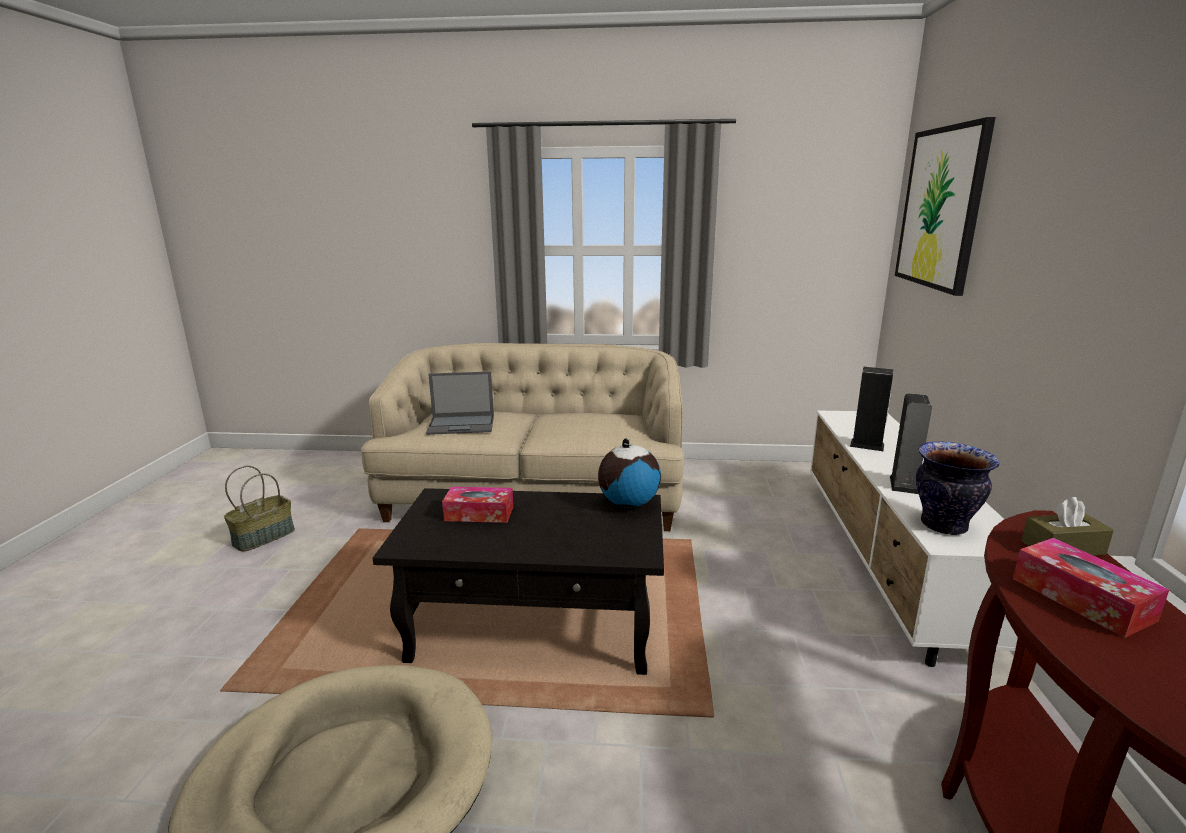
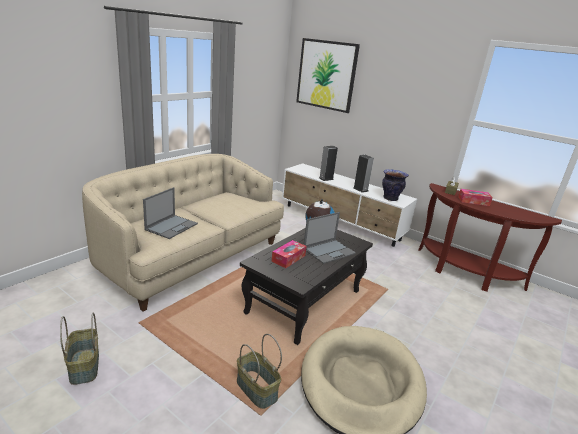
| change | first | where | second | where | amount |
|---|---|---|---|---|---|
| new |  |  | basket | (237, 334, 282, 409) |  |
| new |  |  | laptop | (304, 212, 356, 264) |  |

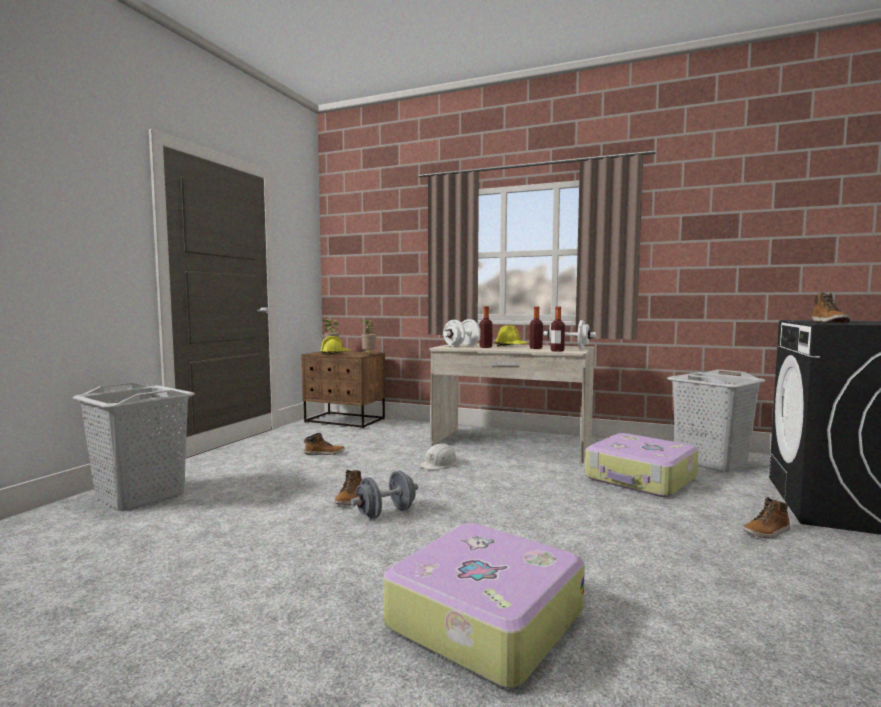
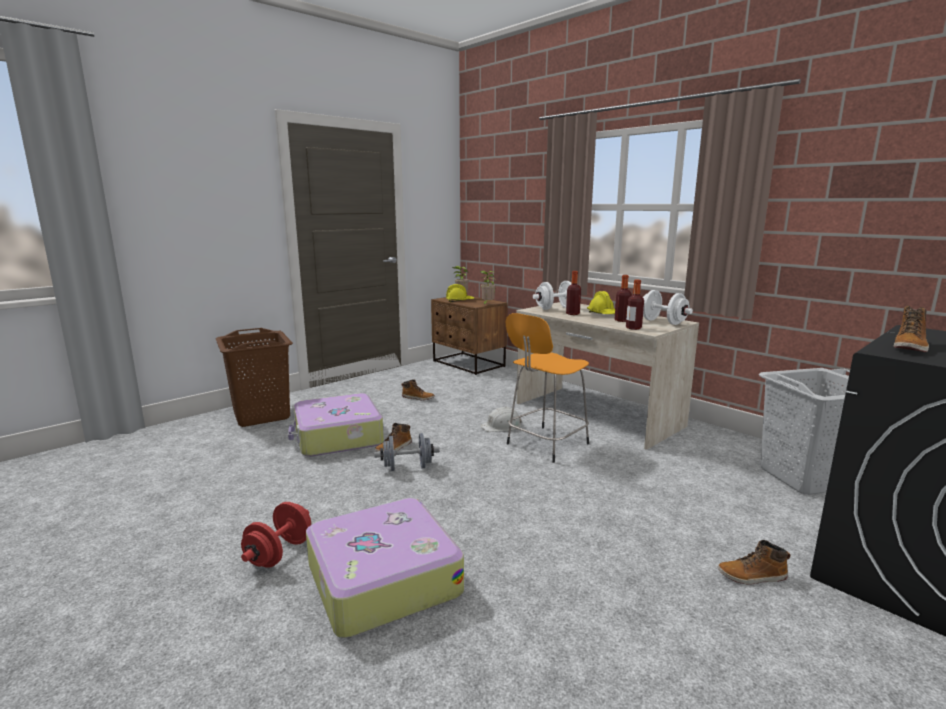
| change | first | where | second | where | amount |
|---|---|---|---|---|---|
| repainted | laundry basket/grey | (72, 383, 195, 511) | laundry basket/brown | (216, 328, 293, 427) |  |
| shifted | suitcase | (585, 433, 699, 497) |  | (288, 393, 384, 457) |  |
| new |  |  | dumbbell/red | (241, 502, 311, 568) |  |
| new |  |  | stool/orange | (506, 313, 589, 463) |  |

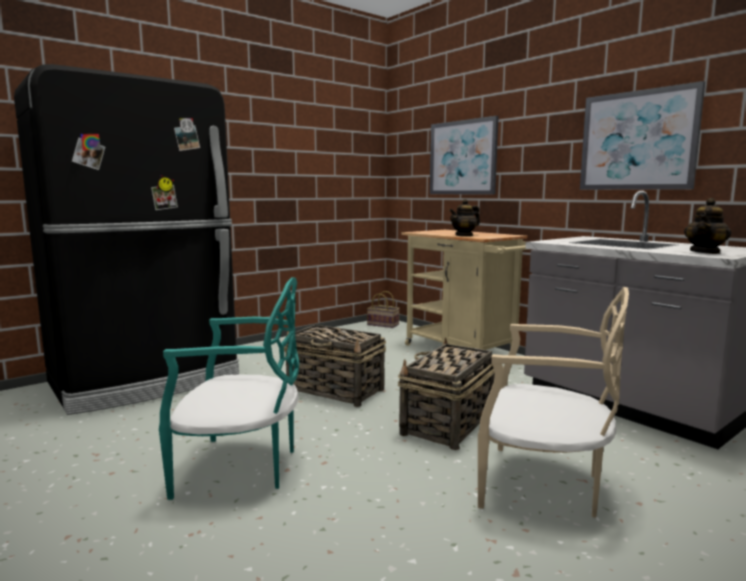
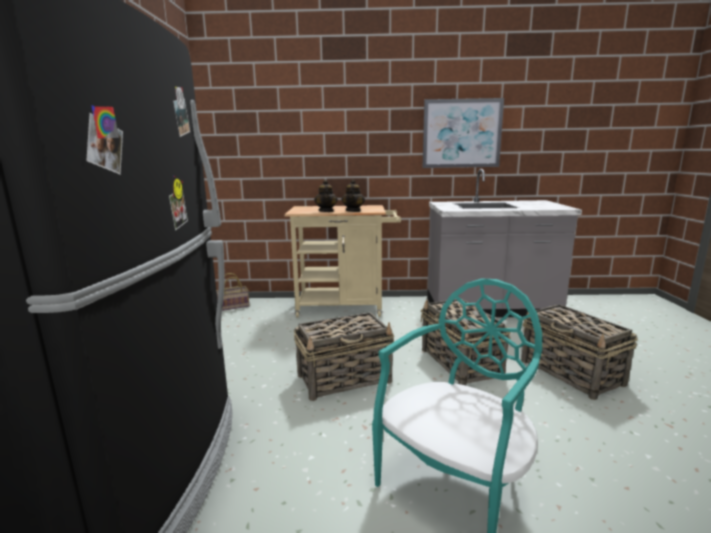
| change | first | where | second | where | amount |
|---|---|---|---|---|---|
| gone | picture | (430, 116, 499, 195) |  |  |  |
| swapped | chair/beige | (478, 287, 629, 518) | basket | (521, 304, 638, 400) |  |
| shifted | teapot | (684, 198, 731, 254) |  | (314, 180, 338, 212) |  |

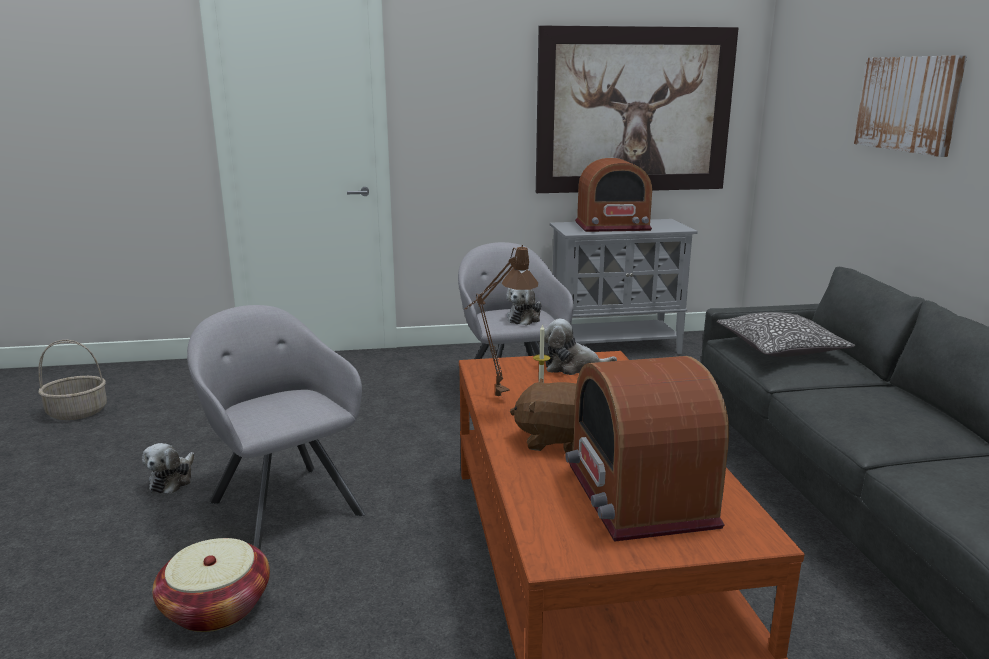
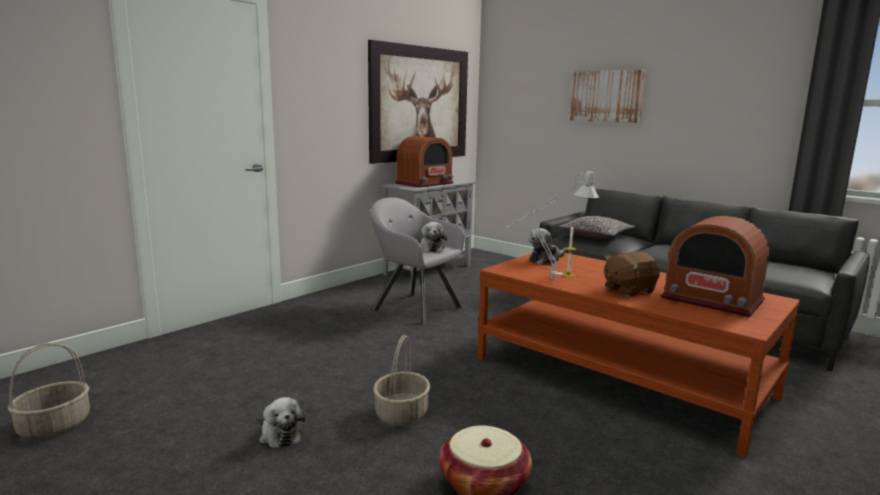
| change | first | where | second | where | amount |
|---|---|---|---|---|---|
| swapped | armchair/grey | (187, 305, 365, 550) | basket | (373, 335, 430, 427) |  |
| repainted | table lamp/brown | (465, 245, 538, 396) | table lamp/grey | (506, 170, 599, 279) |  |

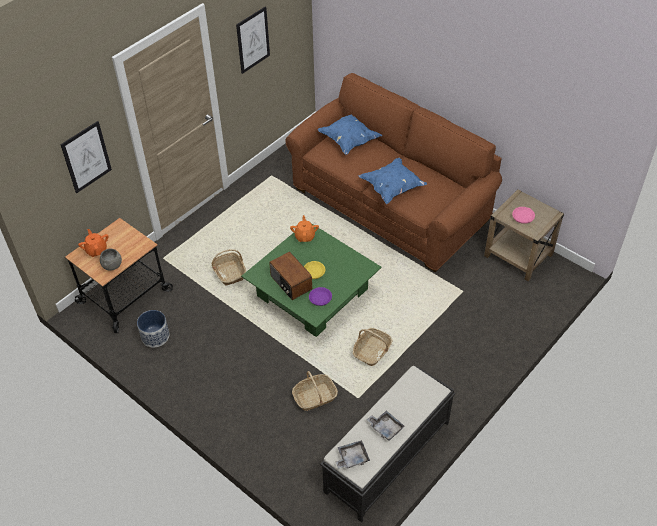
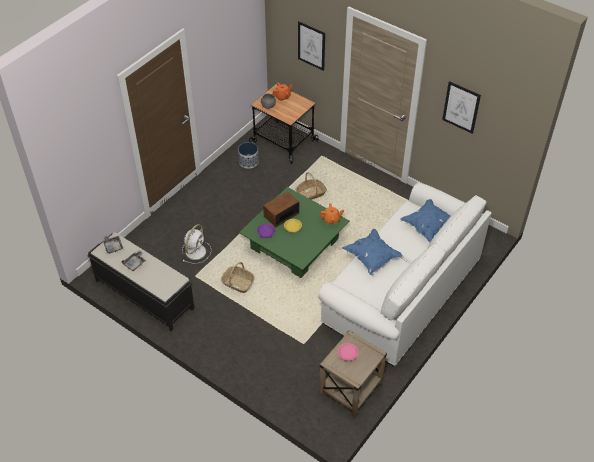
| change | first | where | second | where | amount |
|---|---|---|---|---|---|
| repainted | sofa/brown | (286, 73, 502, 272) | sofa/white | (318, 182, 492, 367) |  |
| swapped | basket | (292, 371, 338, 411) | fan/white | (182, 224, 212, 264) |  |

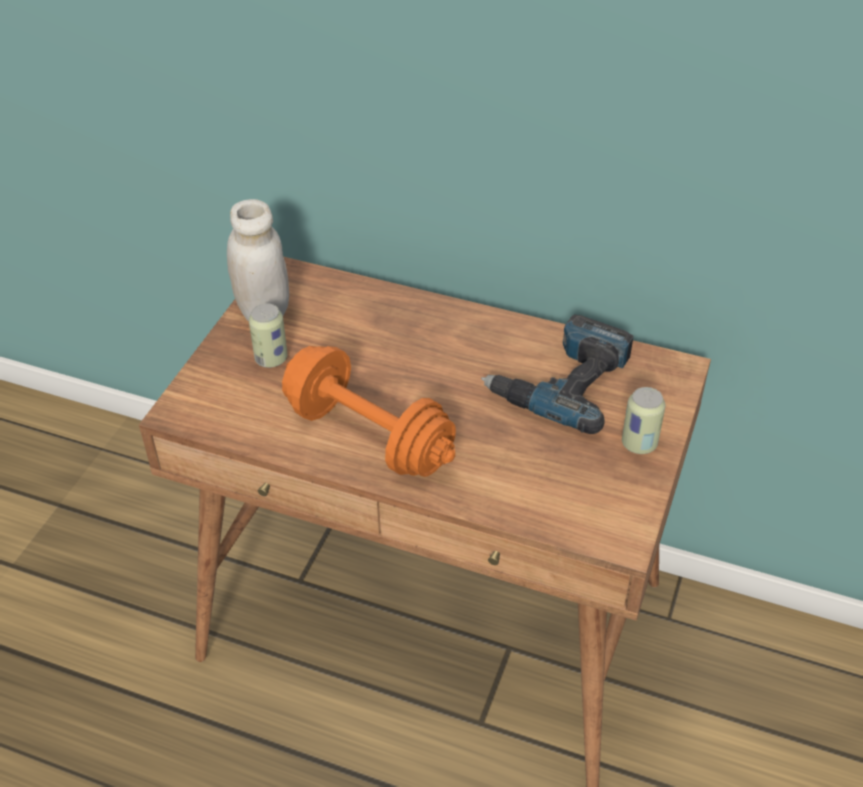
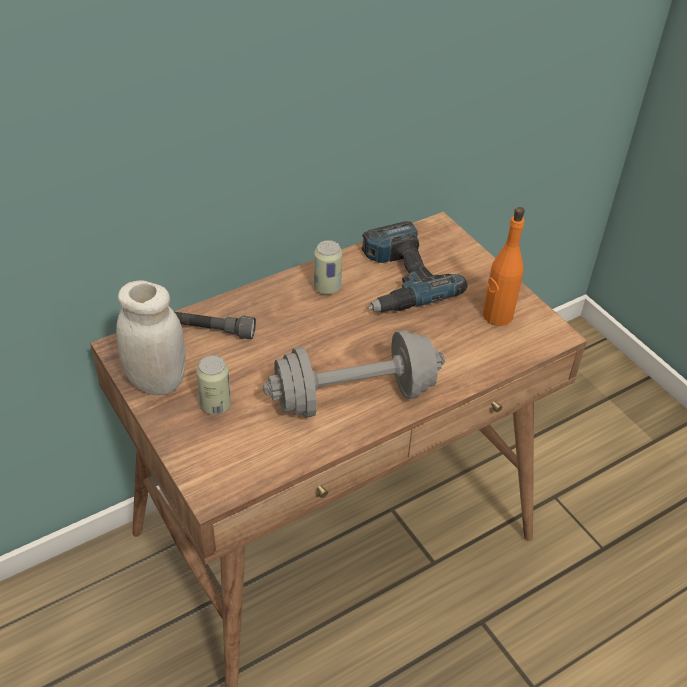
| change | first | where | second | where | amount |
|---|---|---|---|---|---|
| repainted | dumbbell/orange | (282, 346, 456, 477) | dumbbell/grey | (263, 330, 445, 418) |  |
| shifted | can | (622, 387, 666, 454) |  | (314, 240, 342, 294) |  |
| new |  |  | flashlight/grey | (175, 312, 256, 339) |  |
| new |  |  | bottle/orange | (483, 207, 525, 326) |  |

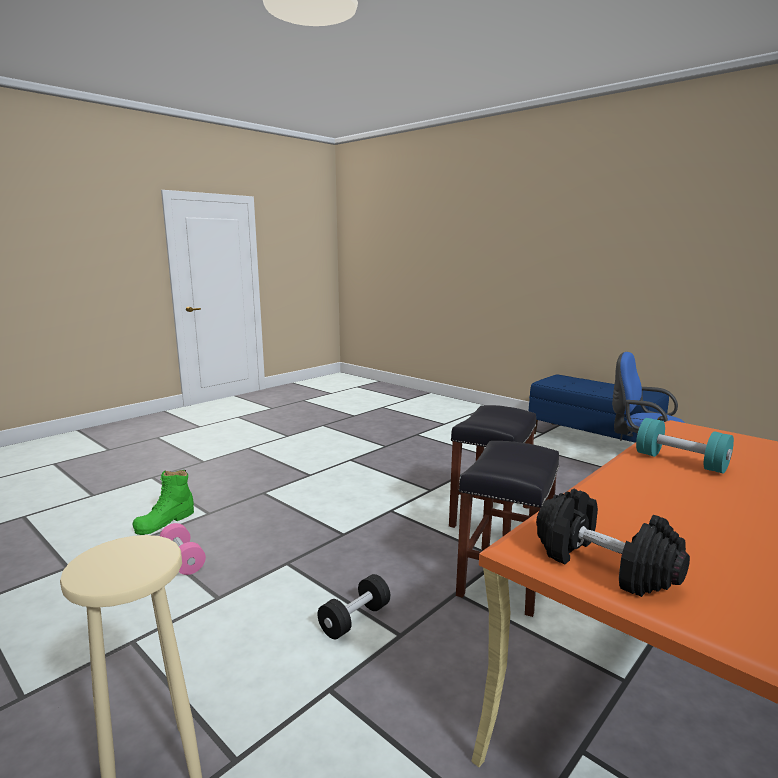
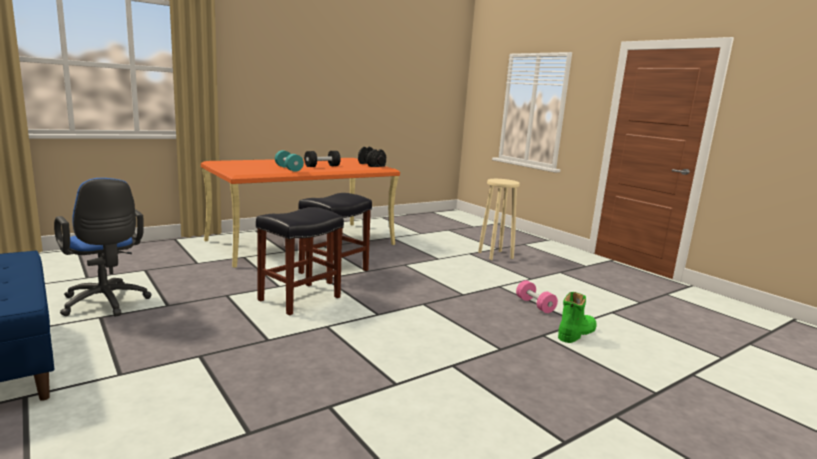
| change | first | where | second | where | amount |
|---|---|---|---|---|---|
| shifted | dumbbell/black | (318, 574, 391, 639) |  | (304, 151, 341, 167) |  |

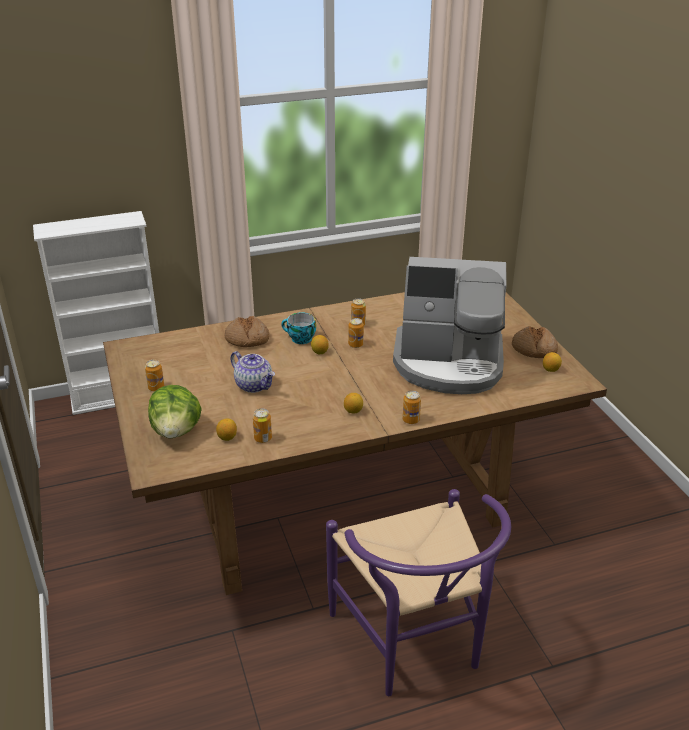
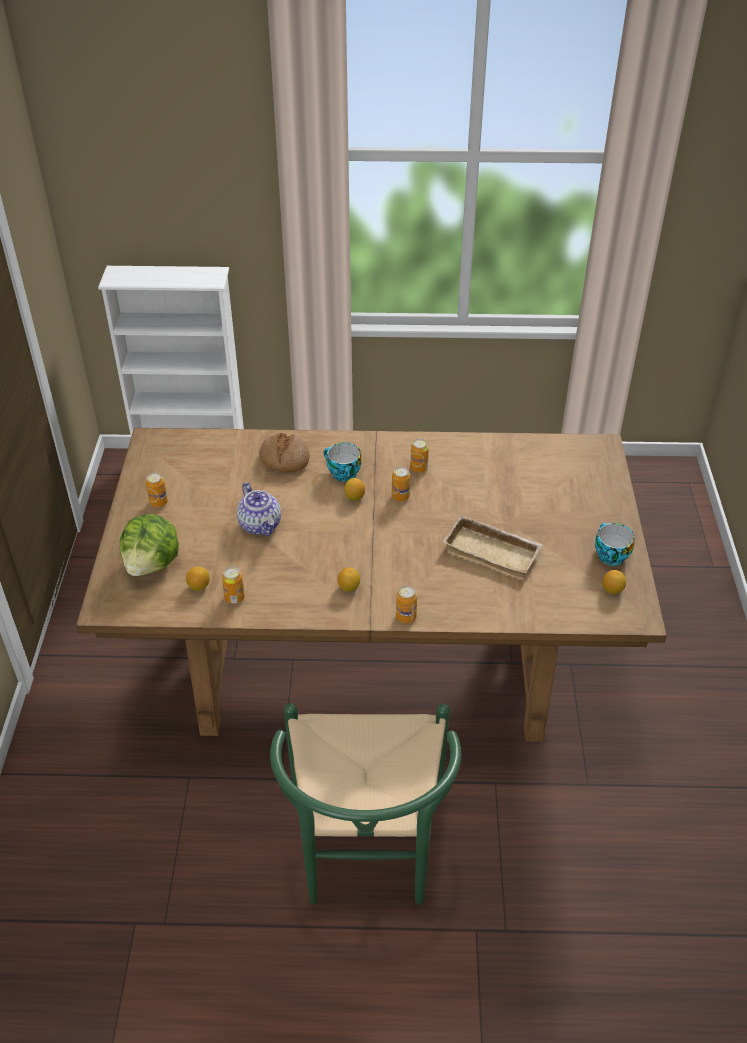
| change | first | where | second | where | amount |
|---|---|---|---|---|---|
| repainted | chair/purple | (326, 489, 511, 696) | chair/green | (270, 703, 461, 905) |  |
| swapped | coffee machine | (393, 257, 507, 394) | tray/beige | (442, 515, 542, 578) |  |
| swapped | bread | (512, 326, 558, 358) | cup | (595, 523, 635, 566) |  |

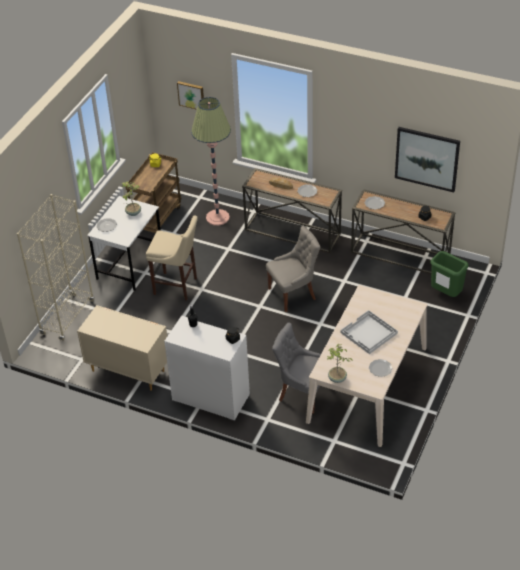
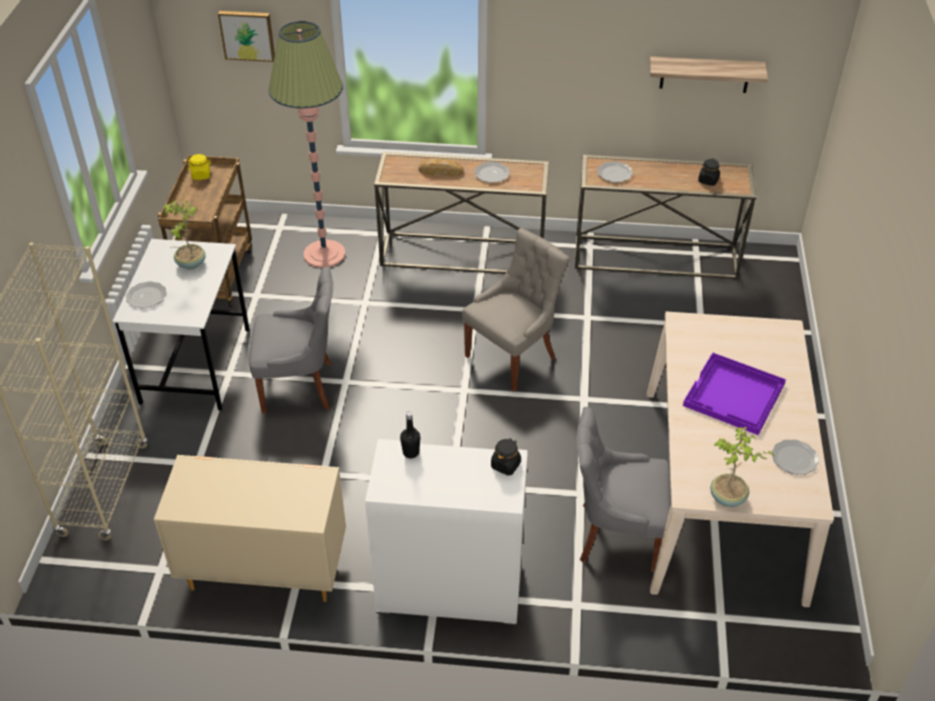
| change | first | where | second | where | amount |
|---|---|---|---|---|---|
| swapped | stool/beige | (146, 215, 198, 301) | chair/grey | (249, 267, 333, 414) |  |
| repainted | tray/white | (340, 310, 398, 354) | tray/purple | (683, 352, 786, 435) |  |
| swapped | picture | (395, 127, 460, 192) | shelf | (650, 56, 768, 93) |  |
| gone | trash can/green | (430, 251, 469, 297) |  |  |  |

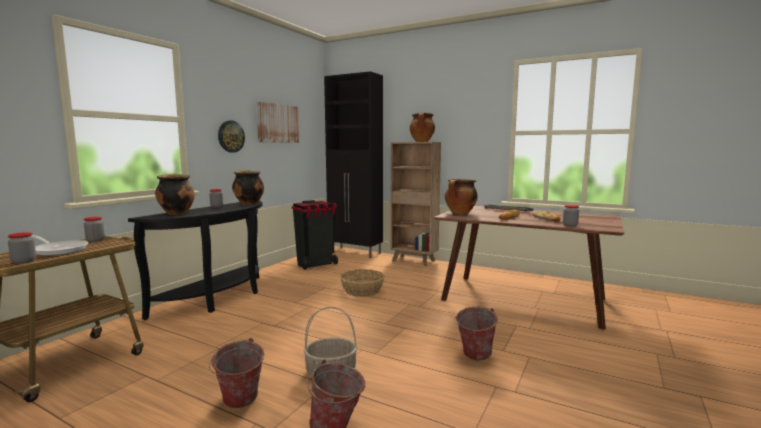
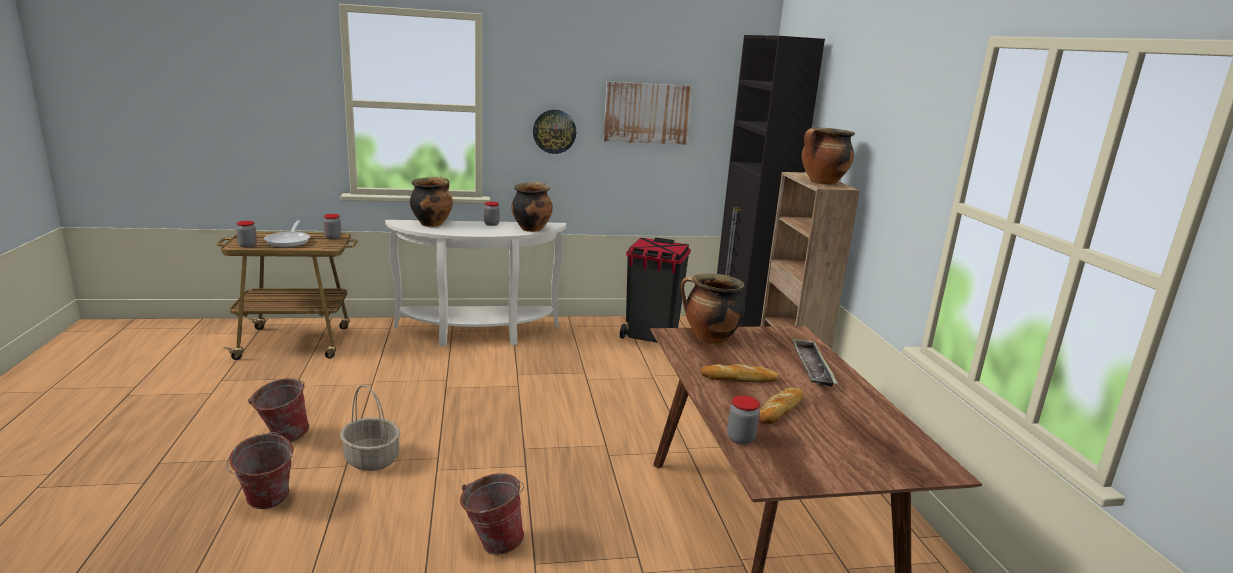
| change | first | where | second | where | amount |
|---|---|---|---|---|---|
| repainted | console table/black | (128, 201, 263, 320) | console table/white | (385, 220, 566, 347) |  |
| gone | basket | (340, 269, 385, 297) |  |  |  |

